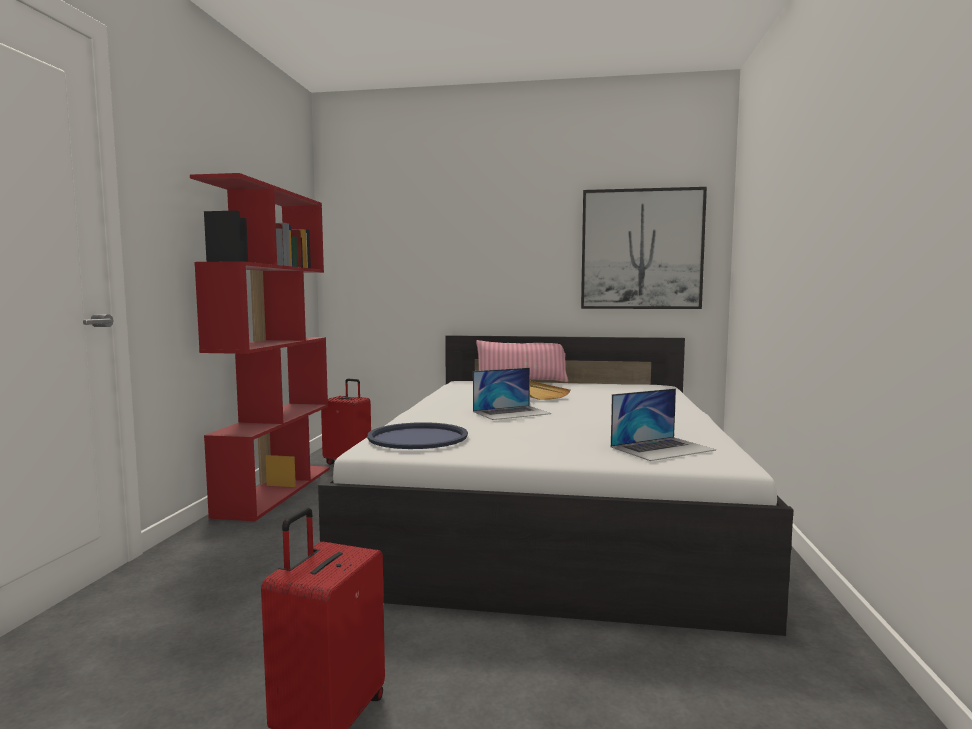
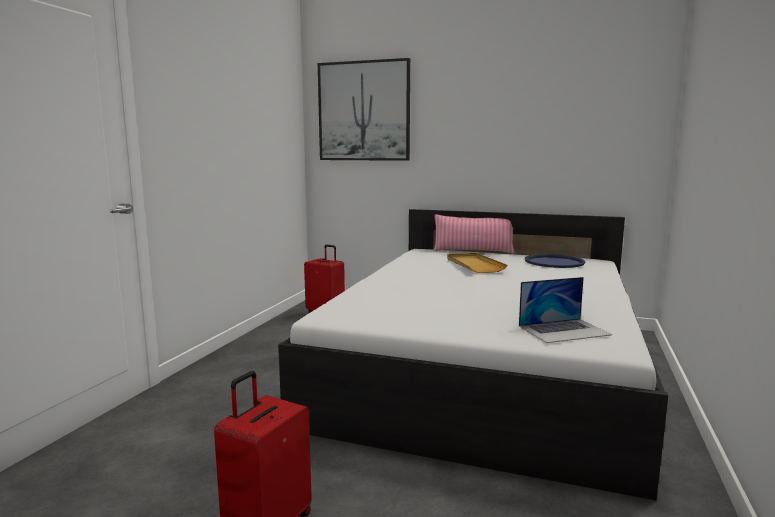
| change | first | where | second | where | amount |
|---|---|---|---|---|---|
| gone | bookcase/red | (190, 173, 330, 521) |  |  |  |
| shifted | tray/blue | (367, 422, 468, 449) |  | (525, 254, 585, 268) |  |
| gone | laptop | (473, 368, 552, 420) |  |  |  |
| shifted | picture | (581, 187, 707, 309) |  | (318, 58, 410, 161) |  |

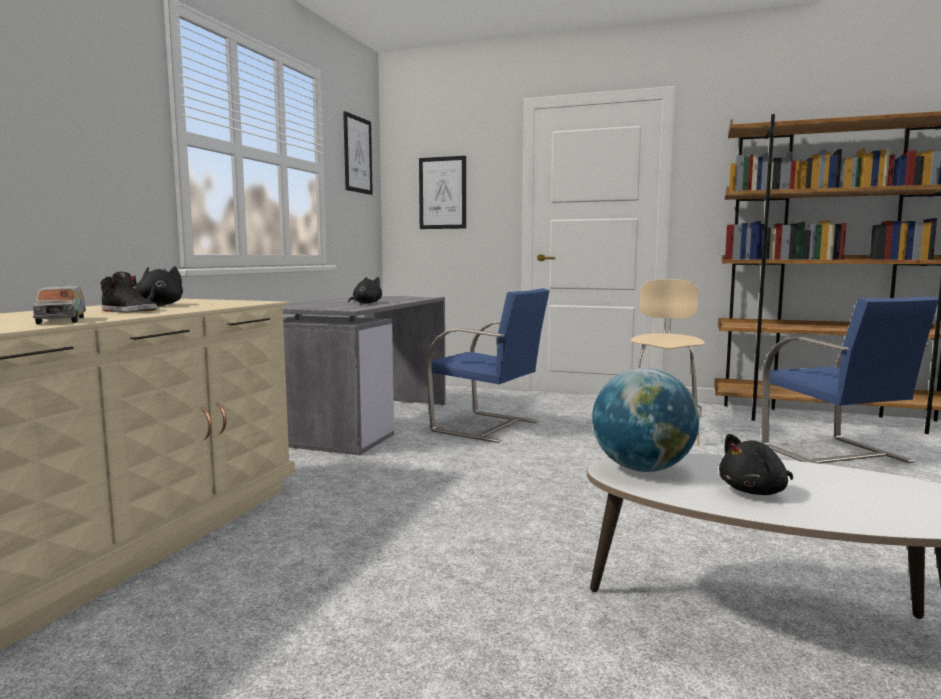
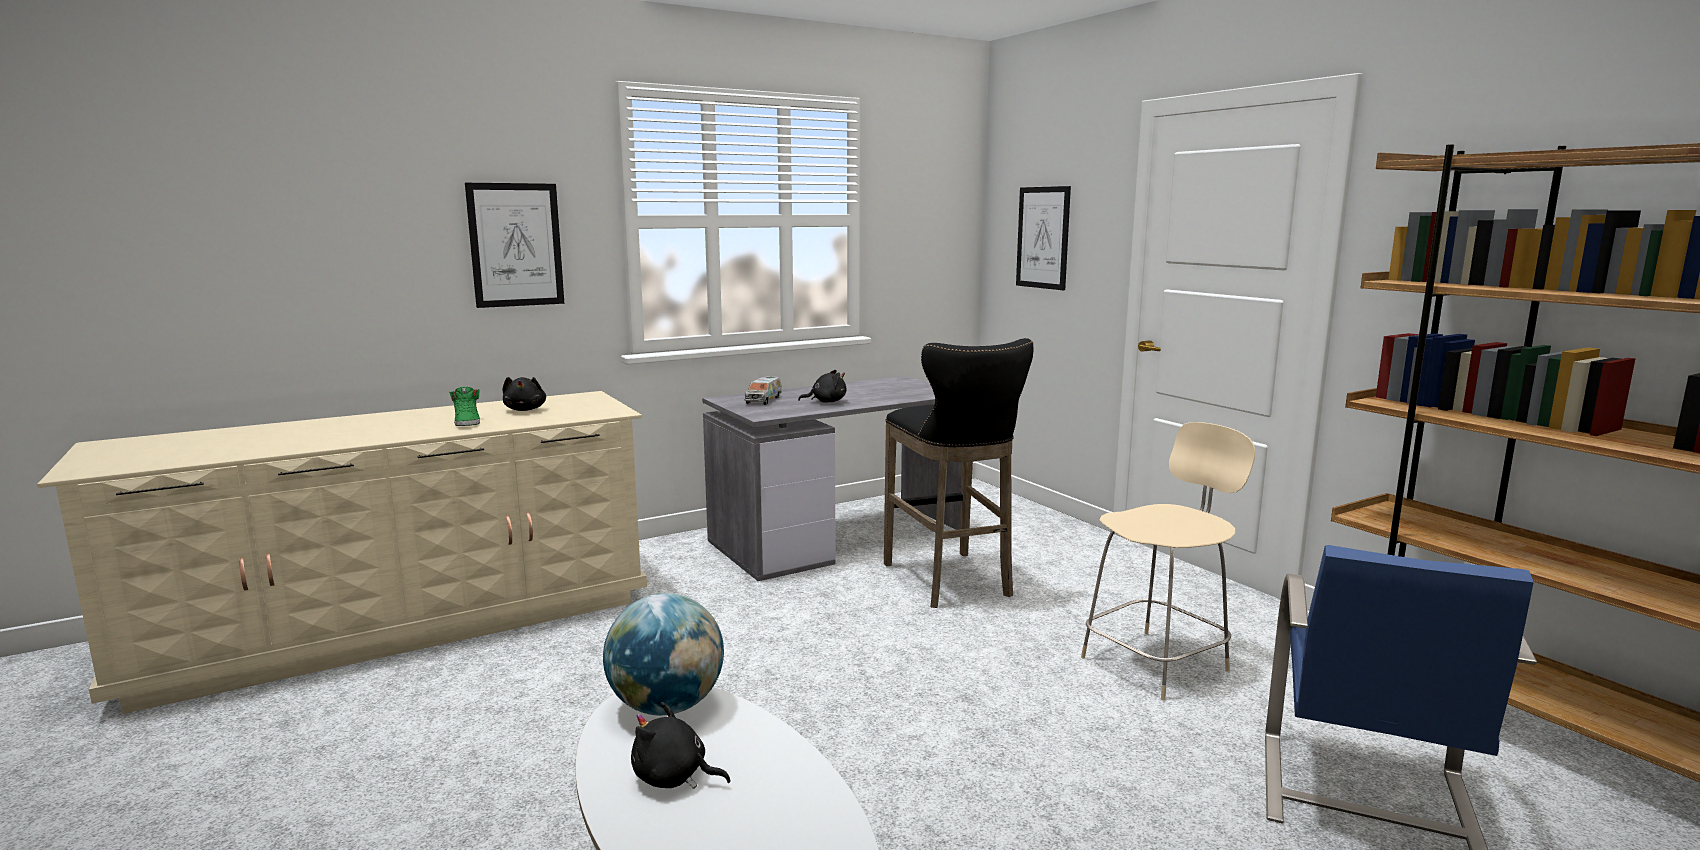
| change | first | where | second | where | amount |
|---|---|---|---|---|---|
| shifted | toy truck | (33, 286, 86, 324) |  | (744, 377, 782, 405) |  |
| repainted | shoe/black | (100, 272, 157, 313) | shoe/green | (449, 387, 480, 426) |  |
| rotated | plush toy/black | (134, 266, 183, 306) |  | (502, 377, 546, 411) | 135 degrees clockwise |
| shifted | picture | (343, 111, 373, 195) |  | (465, 183, 564, 308) |  |
| swapped | chair/blue | (426, 288, 549, 443) | stool/black | (884, 338, 1033, 608) |  |

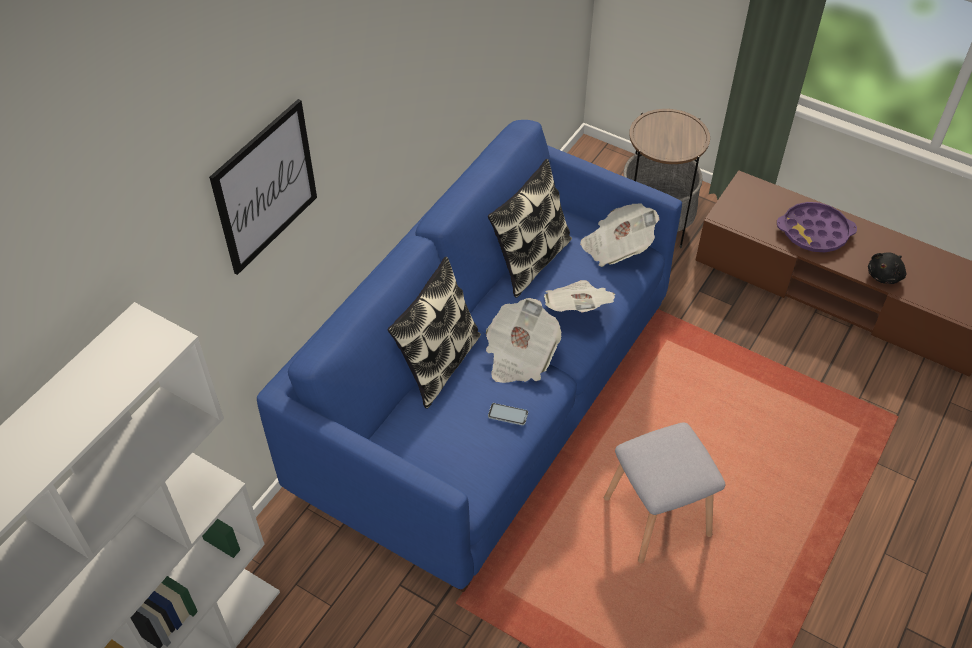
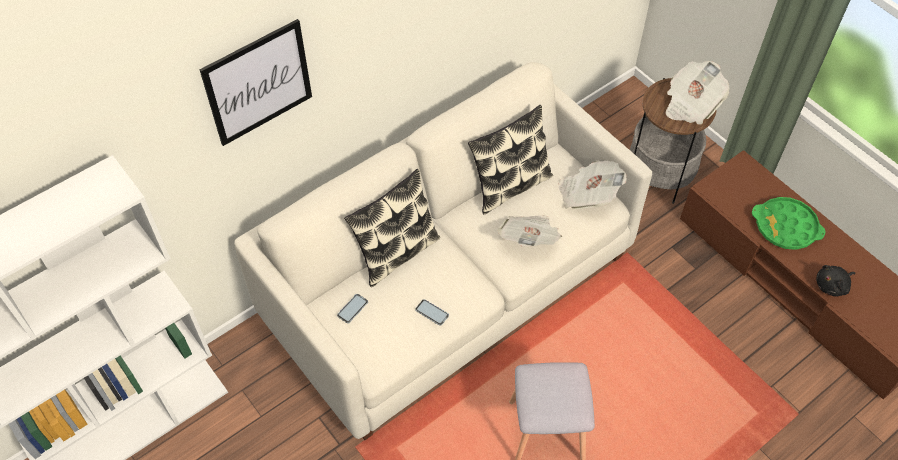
| change | first | where | second | where | amount |
|---|---|---|---|---|---|
| repainted | sofa/blue | (257, 120, 682, 592) | sofa/white | (234, 62, 652, 440) |  |
| shifted | newspaper | (486, 298, 561, 383) |  | (666, 61, 729, 125) |  |
| repainted | tray/purple | (777, 202, 857, 252) | tray/green | (752, 197, 825, 250) |  |
| new |  |  | phone | (337, 294, 368, 323) |  |

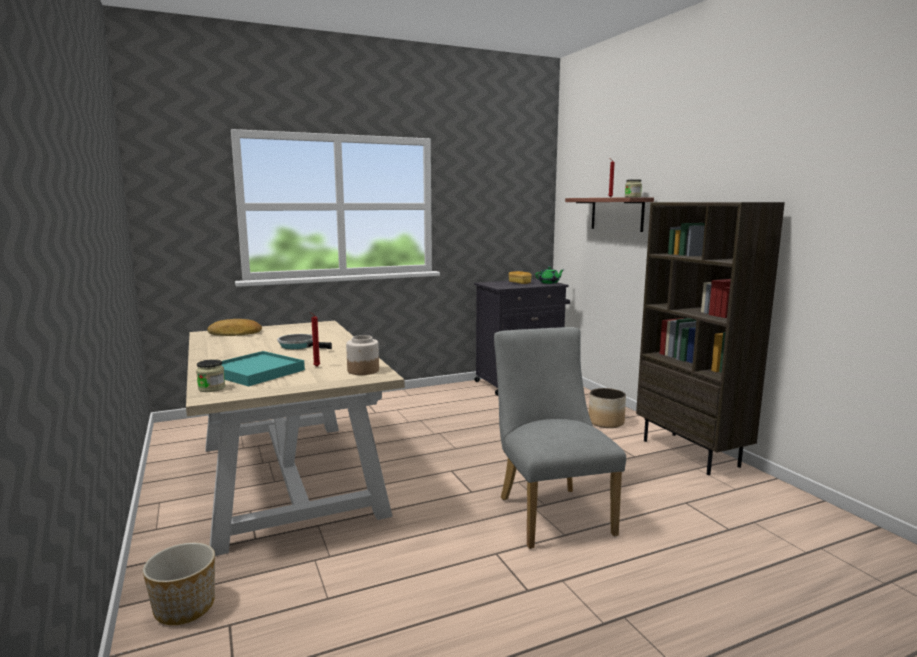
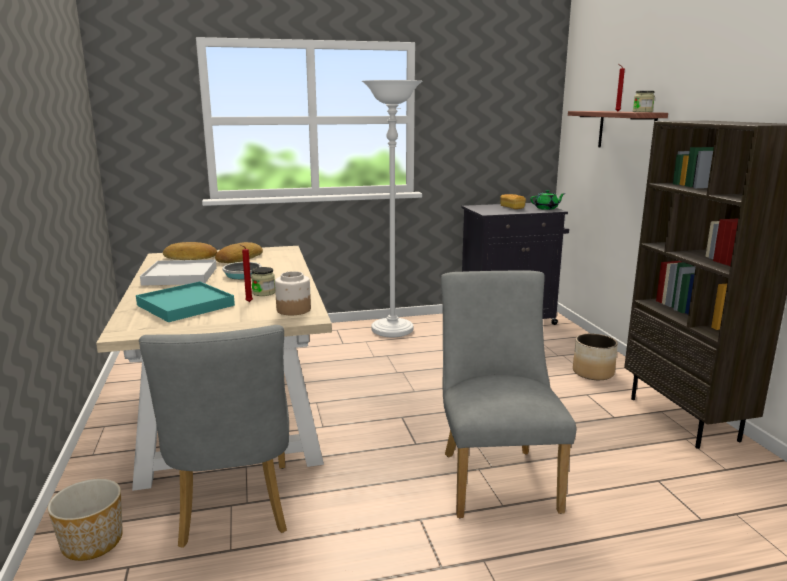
| change | first | where | second | where | amount |
|---|---|---|---|---|---|
| shifted | jar | (196, 359, 225, 392) |  | (251, 267, 275, 296) |  |
| new |  |  | chair/grey | (139, 325, 289, 548) |  |
| new |  |  | tray/white | (140, 260, 217, 286) |  |
| new |  |  | bread | (215, 242, 263, 263) |  |
| new |  |  | floor lamp/white | (362, 80, 423, 337) |  |

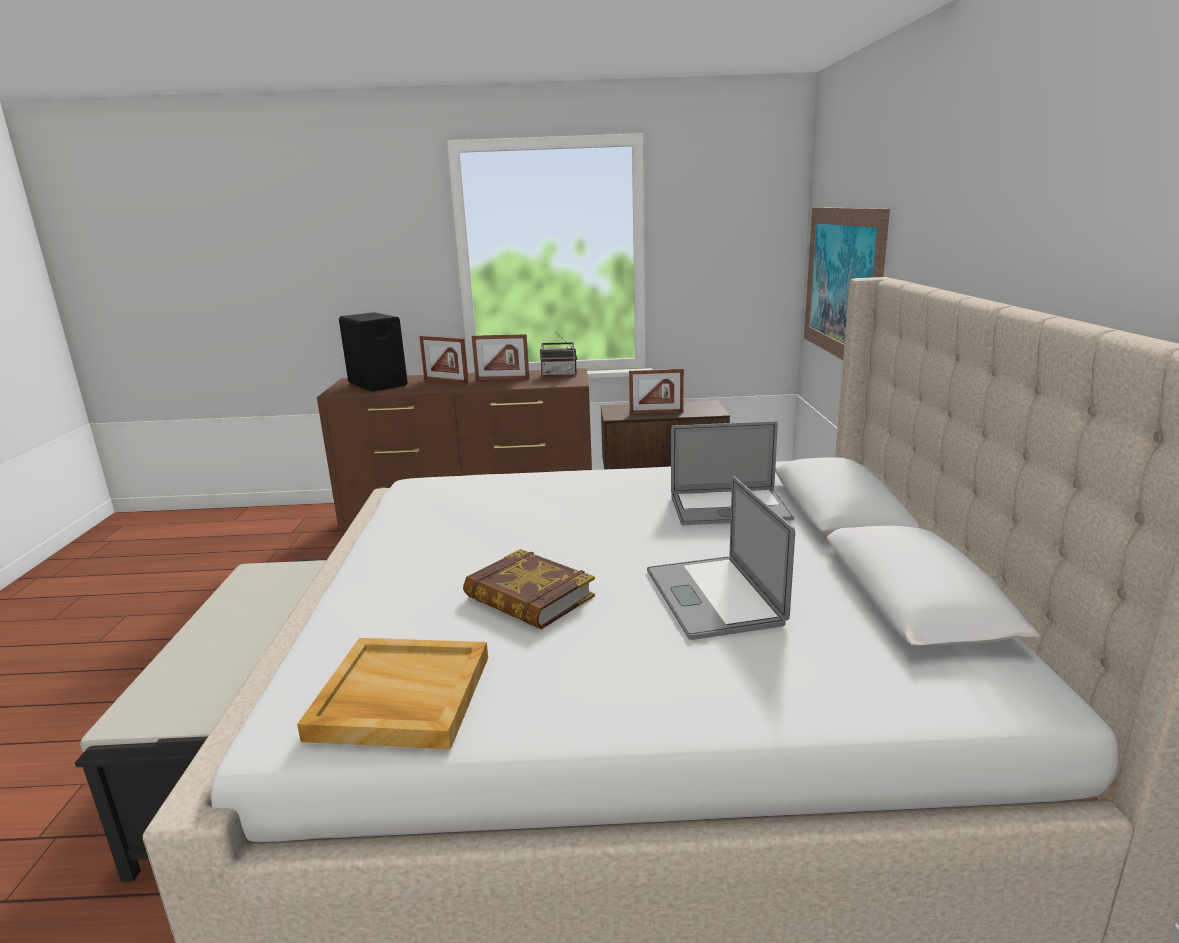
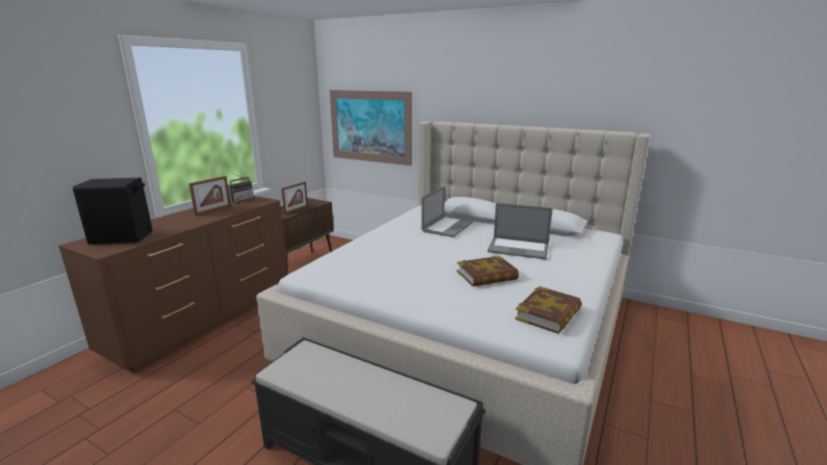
| change | first | where | second | where | amount |
|---|---|---|---|---|---|
| swapped | tray/beige | (297, 638, 488, 749) | book | (515, 286, 582, 334) |  |
| gone | picture frame | (419, 336, 468, 384) |  |  |  |

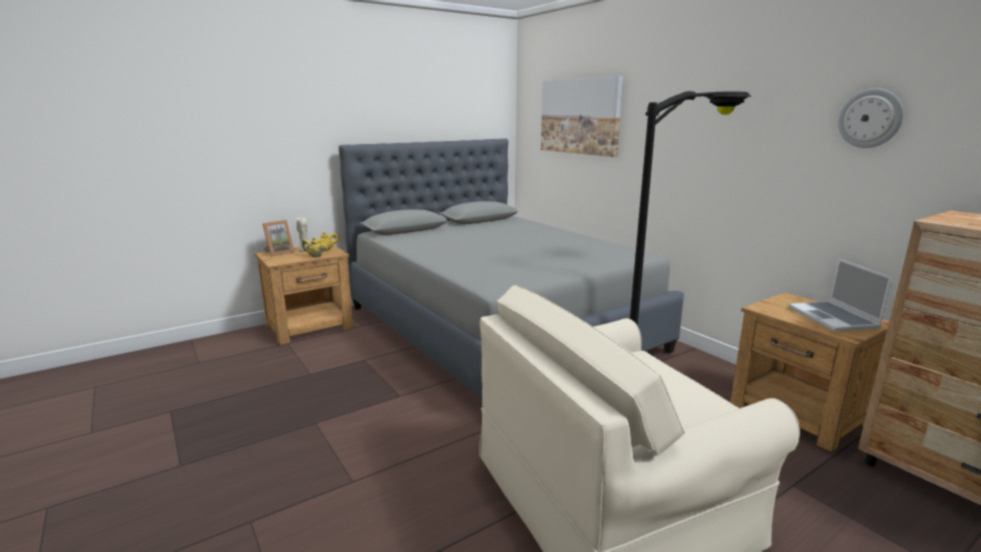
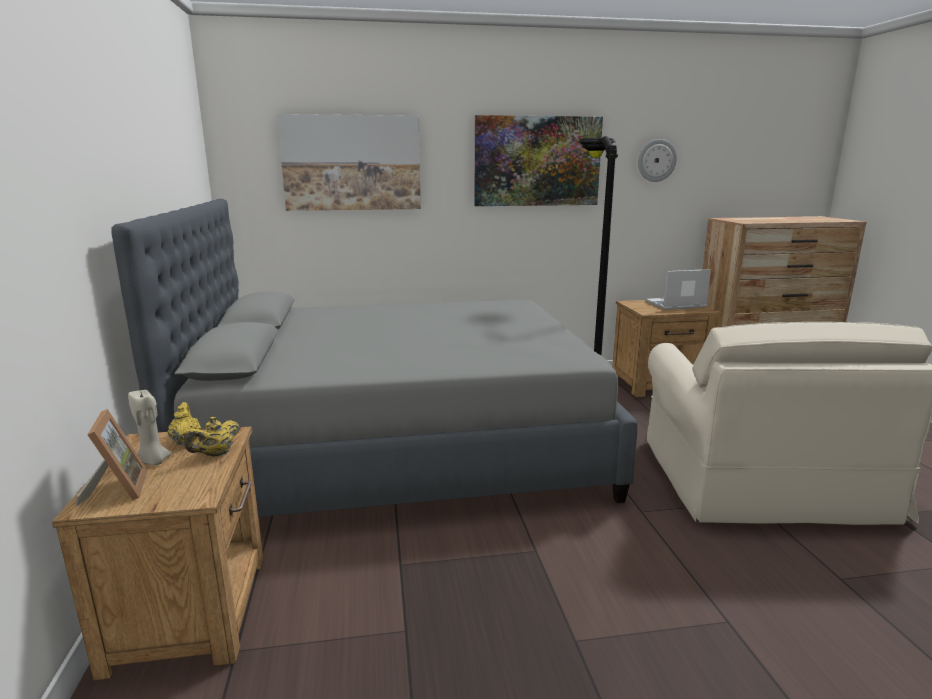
| change | first | where | second | where | amount |
|---|---|---|---|---|---|
| rotated | laptop | (789, 258, 892, 331) |  | (646, 269, 711, 310) | 150 degrees clockwise |
| new |  |  | picture | (474, 115, 603, 206) |  |

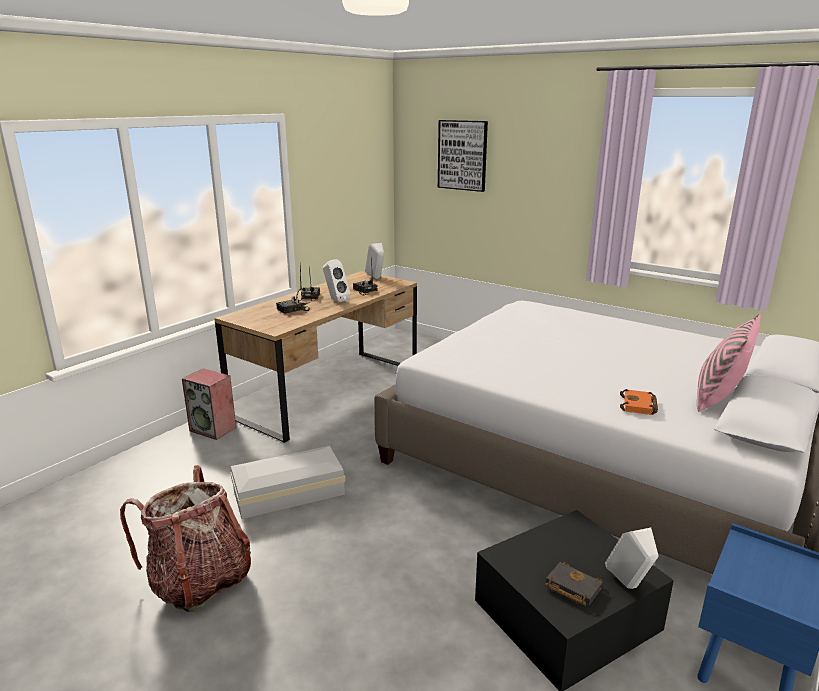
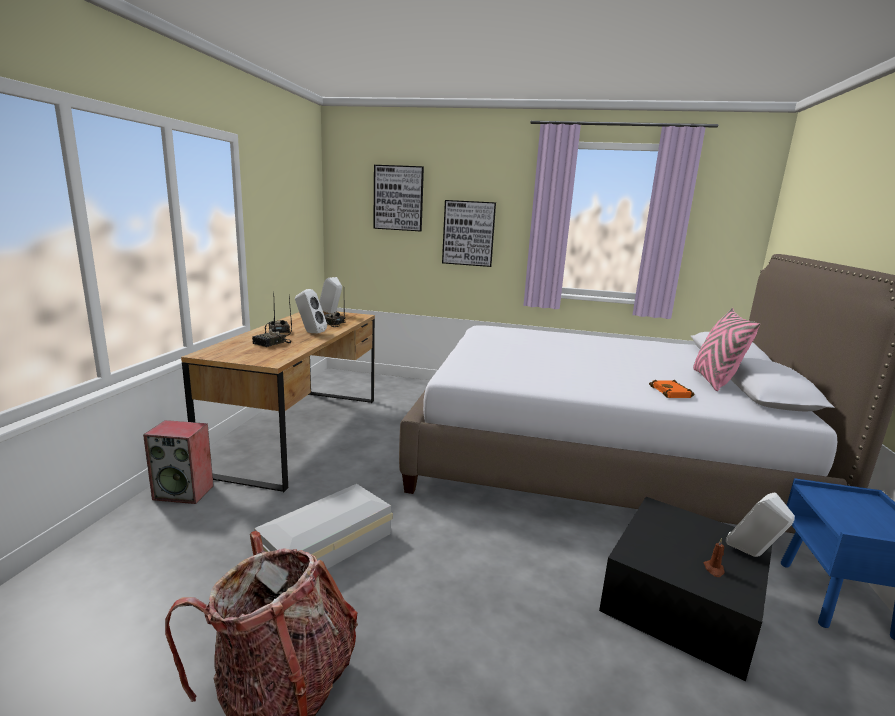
| change | first | where | second | where | amount |
|---|---|---|---|---|---|
| swapped | book/black | (545, 562, 603, 606) | candle/brown | (704, 538, 725, 577) |  |
| new |  |  | picture | (442, 200, 496, 267) |  |

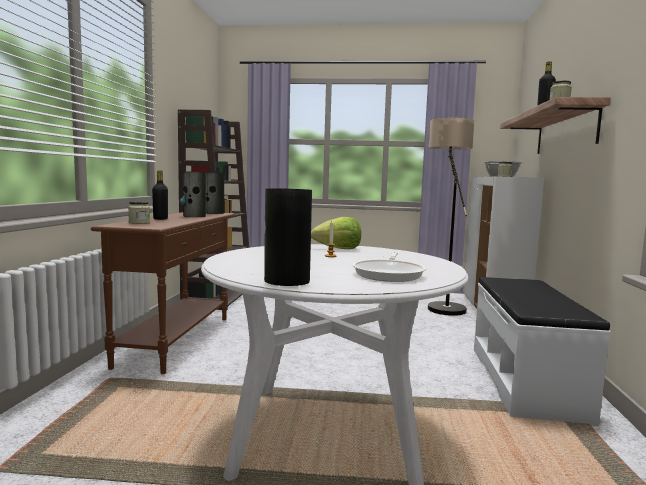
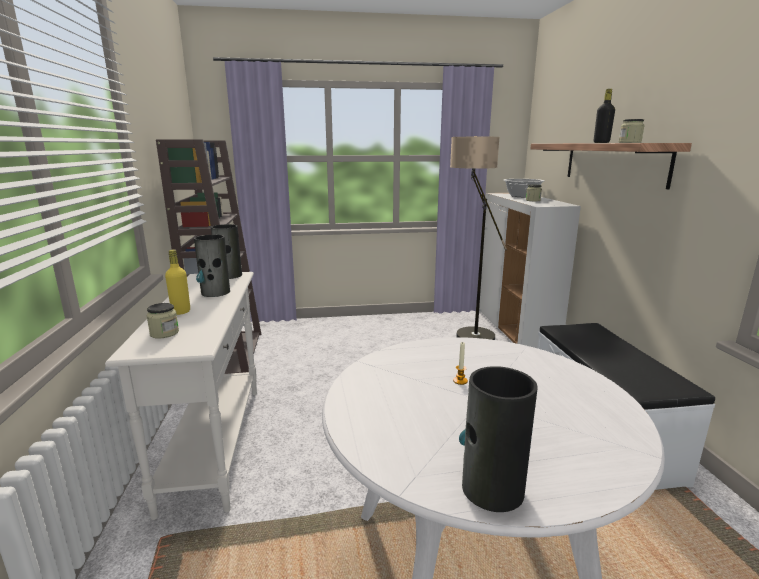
| change | first | where | second | where | amount |
|---|---|---|---|---|---|
| repainted | console table/brown | (91, 212, 235, 374) | console table/white | (105, 272, 257, 520) |  |
| repainted | bottle/black | (152, 170, 168, 220) | bottle/yellow | (165, 249, 190, 315) |  |
| gone | lettuce | (311, 217, 361, 249) |  |  |  |
| gone | frying pan | (352, 252, 426, 282) |  |  |  |

